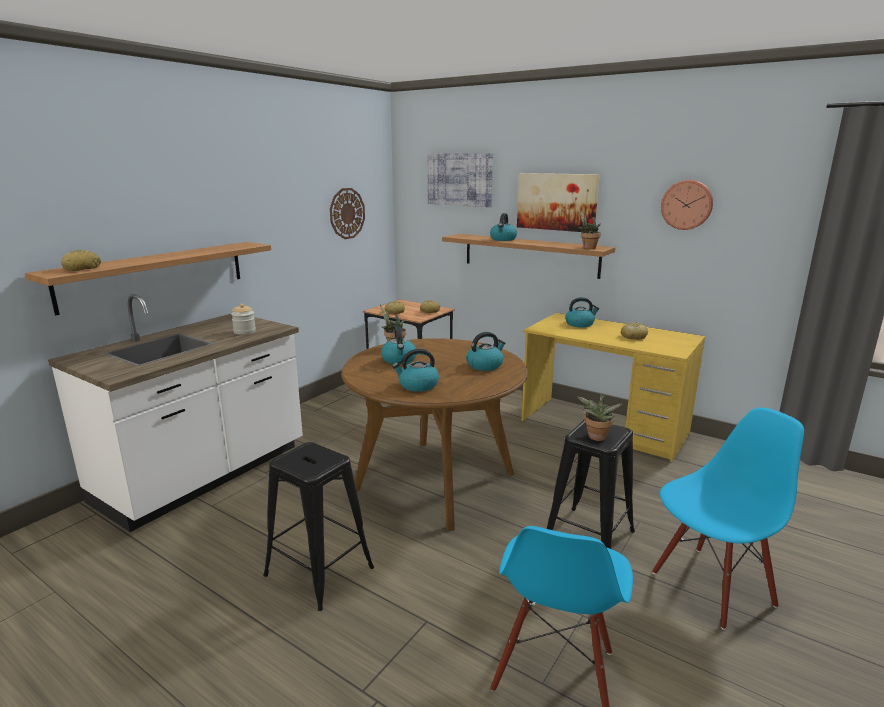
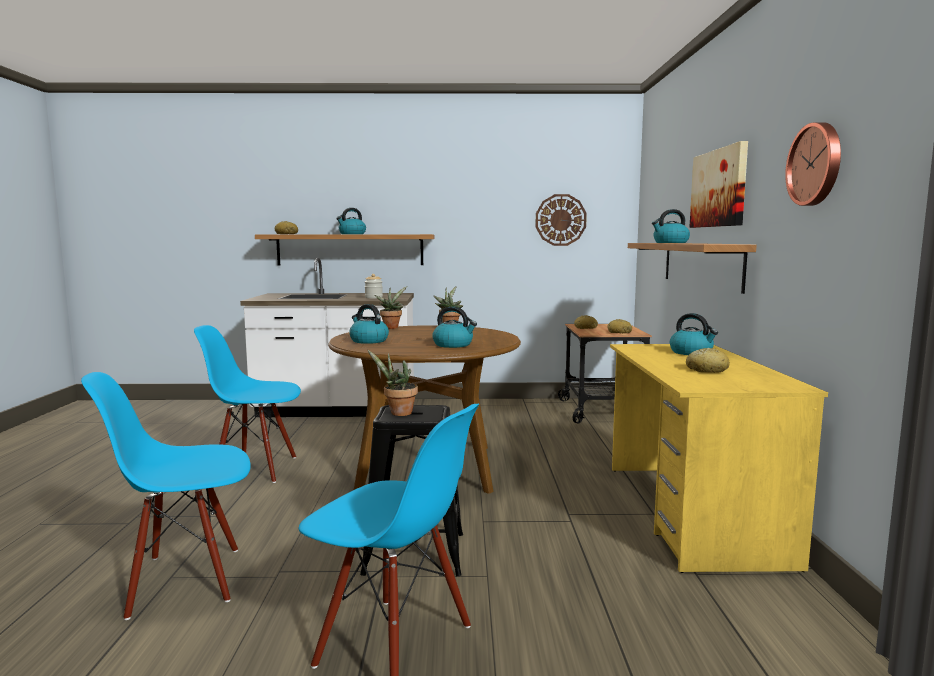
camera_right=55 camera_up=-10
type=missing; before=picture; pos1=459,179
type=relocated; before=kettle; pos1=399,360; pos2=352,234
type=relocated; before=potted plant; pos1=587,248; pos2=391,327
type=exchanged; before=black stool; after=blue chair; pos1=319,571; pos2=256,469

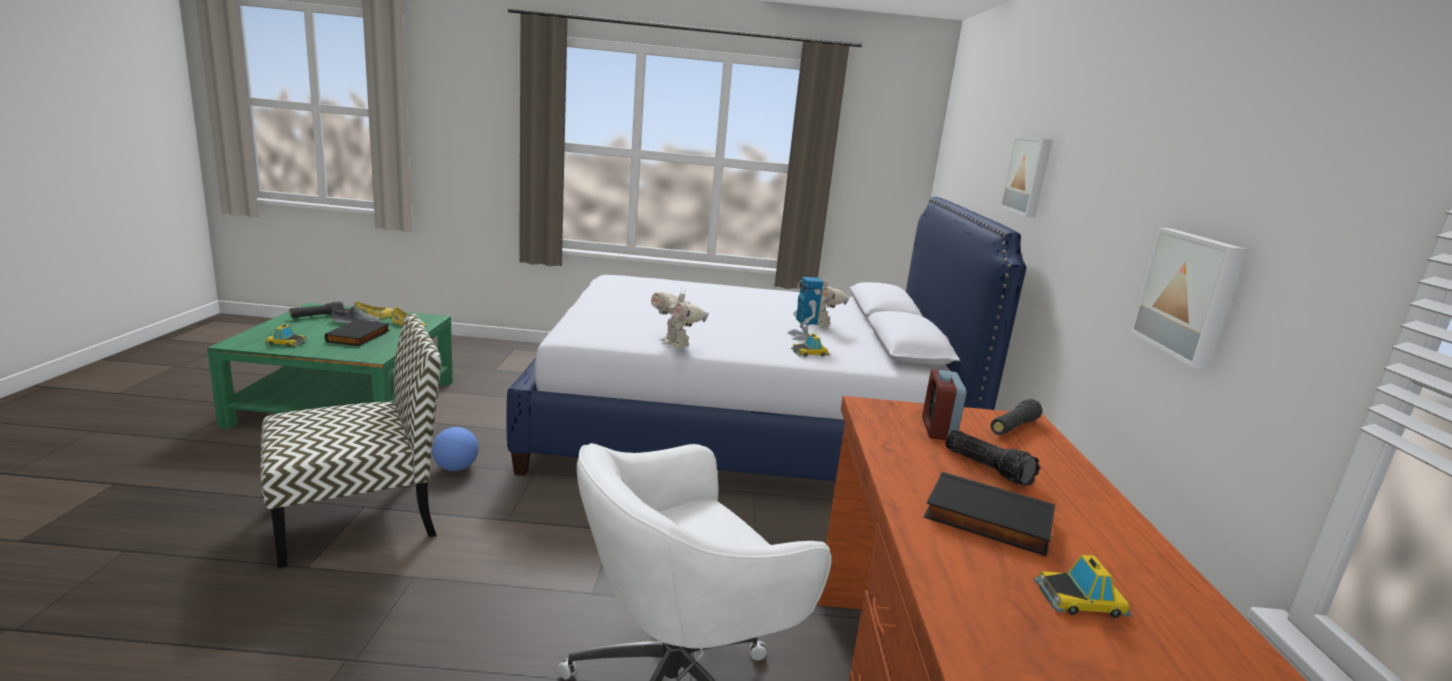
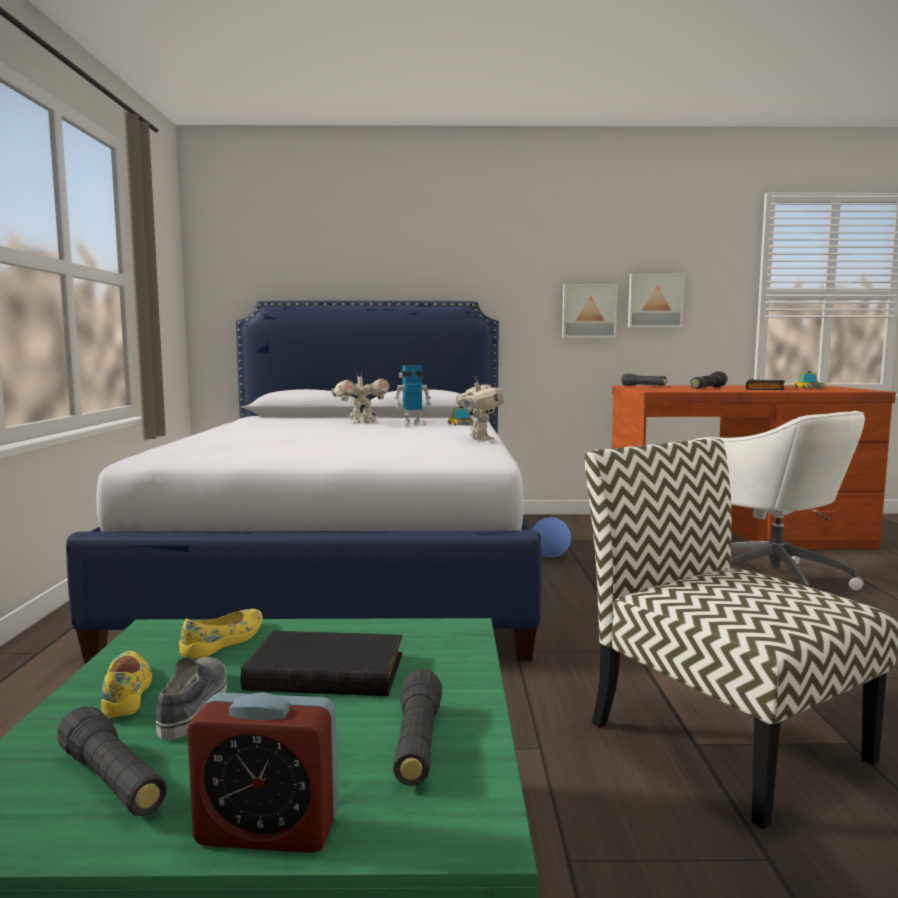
camera_right=-90 camera_up=-10
type=relocated; before=football; pos1=456,468; pos2=550,556
type=relocated; before=alarm clock; pos1=938,429; pos2=267,830
type=relocated; before=picture; pos1=1029,175; pos2=588,311
type=exchanged; before=toy car; after=black flashlight; pos1=286,342; pos2=417,744
type=spun; before=toy robot; pos1=676,344; pos2=479,439; turn=-60

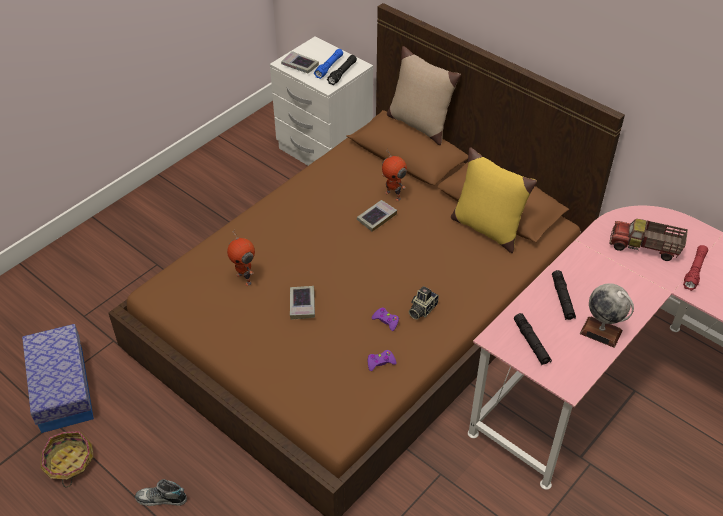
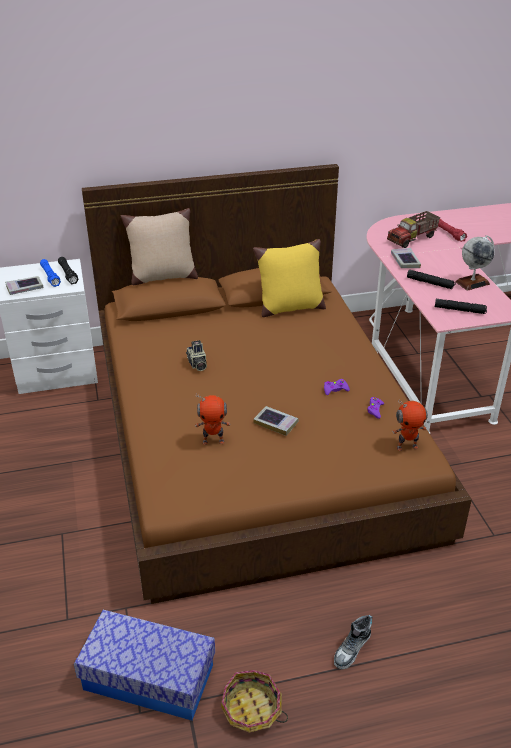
camera_right=-55 camera_up=-10
type=relocated; before=book; pos1=376,217; pos2=405,261
type=relocated; before=toy robot; pos1=393,195; pos2=407,446
type=relocated; before=photo camera; pos1=421,309; pos2=197,364

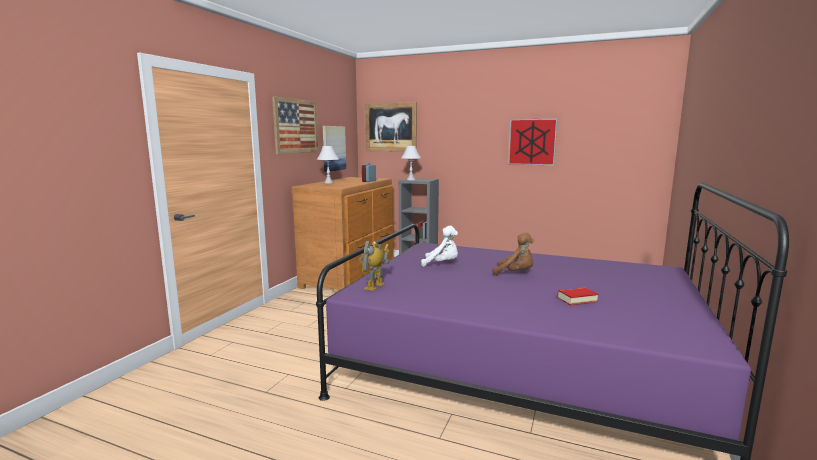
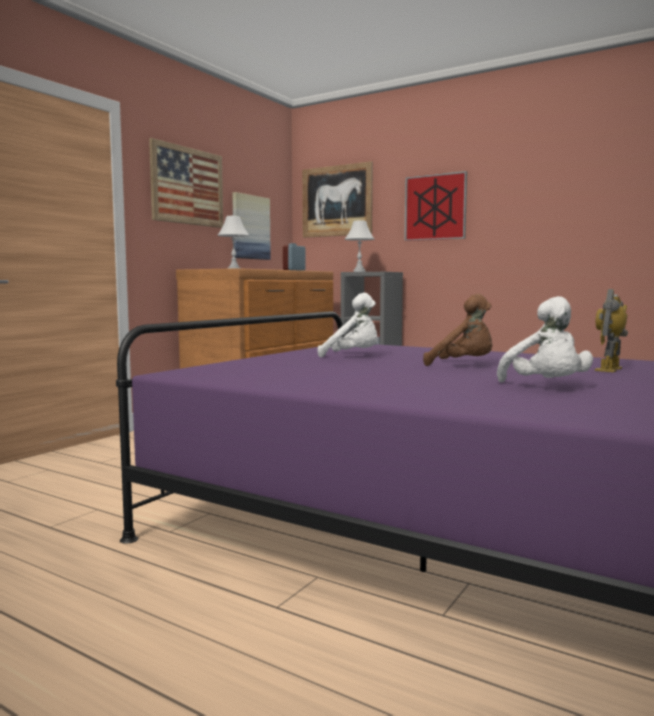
camera_right=10 camera_up=-5
type=relocated; before=toy robot; pos1=375,286; pos2=610,369
type=relocated; before=picture; pos1=532,142; pos2=435,207
type=exchanged; before=book; after=white plush toy; pos1=577,299; pos2=546,387

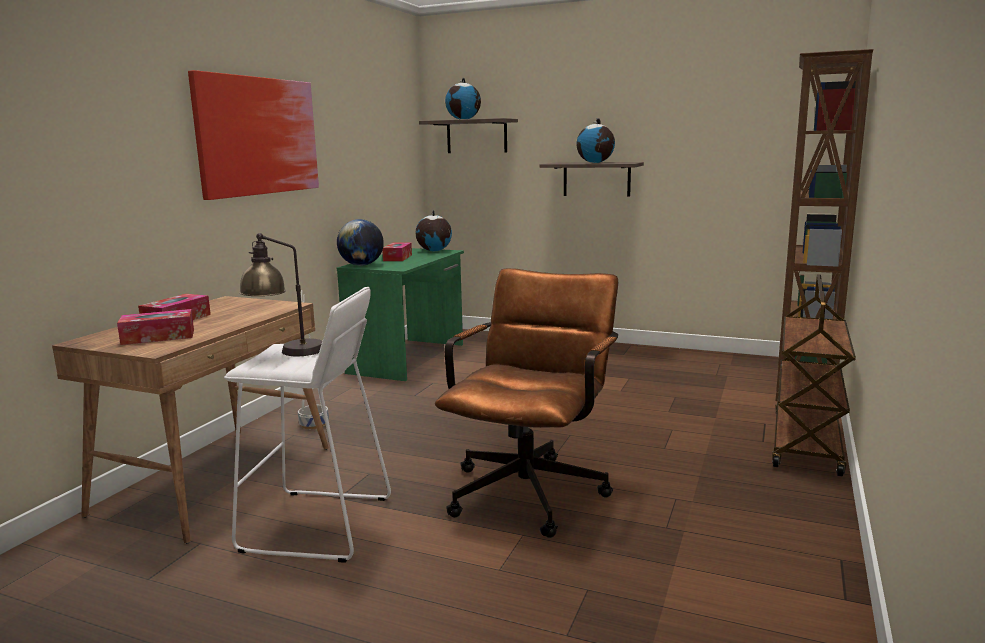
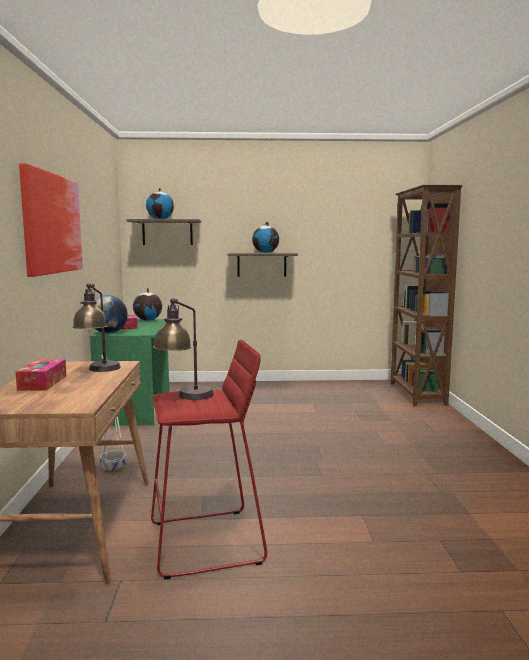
camera_right=-25 camera_up=-5
type=missing; before=tissue box; pos1=158,337
type=missing; before=brown office chair; pos1=532,487
type=missing; before=brown cart; pos1=807,444
type=appeared; after=table lamp; pos2=99,371
type=colour; before=white stool; after=red stool; pos1=317,525; pos2=206,542

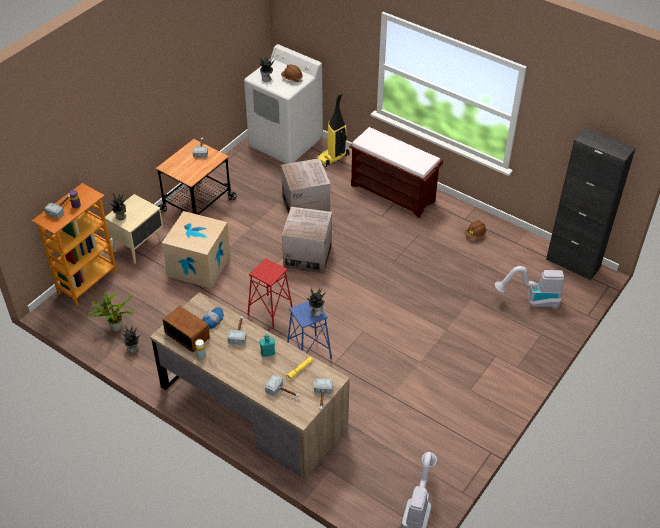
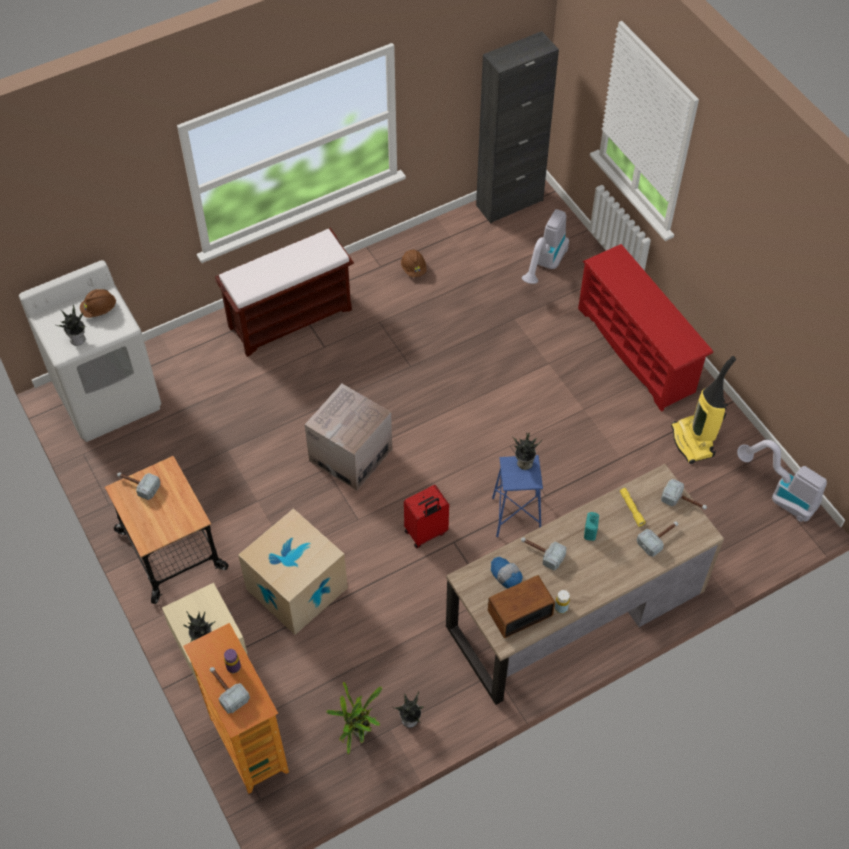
camera_right=-65 camera_up=10
type=missing; before=cardboard box; pos1=306,207
type=appeared; after=red shoe rack; pos2=637,350
type=relocated; before=vacuum cleaner; pos1=332,158; pos2=693,441
type=exchanged; before=red stool; after=red suitcase; pos1=270,311; pos2=426,533

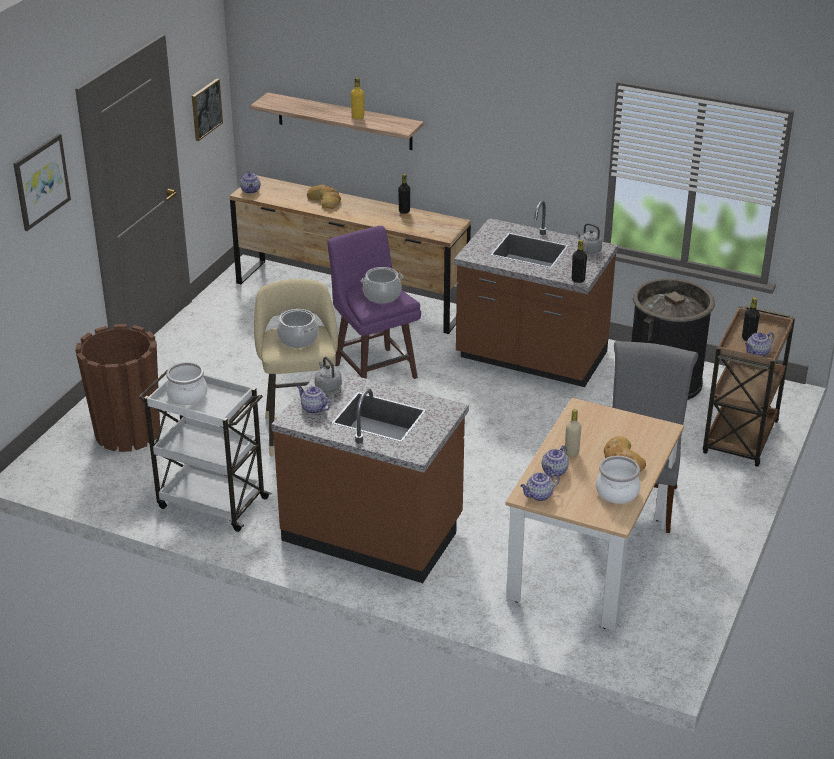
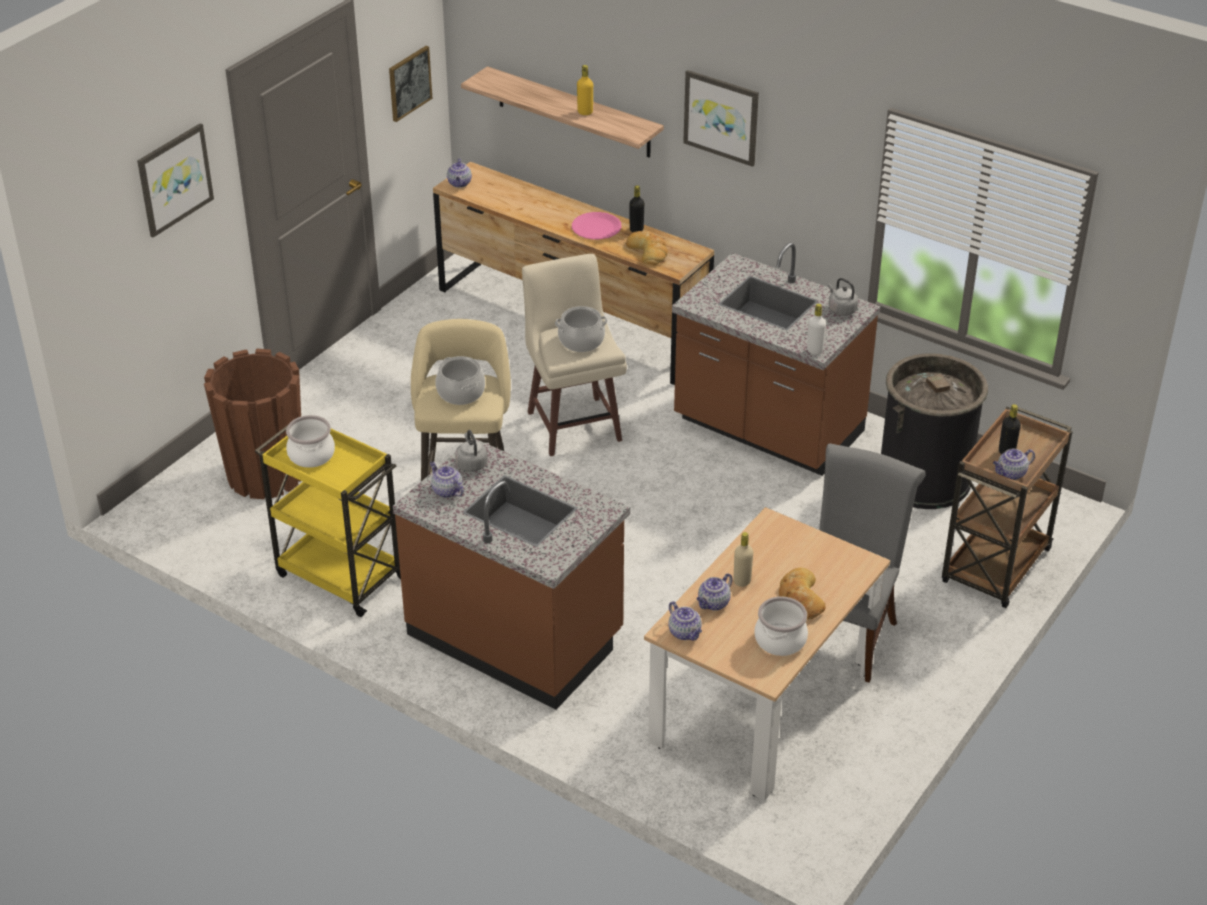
camera_right=10 camera_up=5
type=appeared; after=pink plate; pos2=596,227
type=appeared; after=picture; pos2=721,117
type=relocated; before=bread; pos1=325,200; pos2=648,251
type=colour; before=white cart; after=yellow cart; pos1=210,502; pos2=338,575
type=colour; before=purple stool; after=beige stool; pos1=375,369; pos2=574,424
type=colour; before=black bottle; after=white bottle; pos1=578,280; pos2=814,350
type=spun; before=teapot; pos1=539,495; pos2=685,633; turn=-105

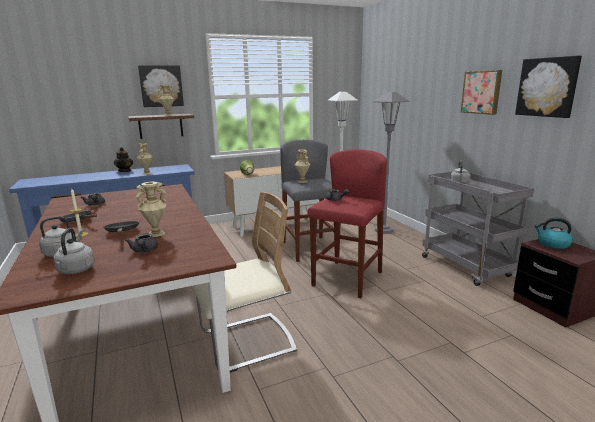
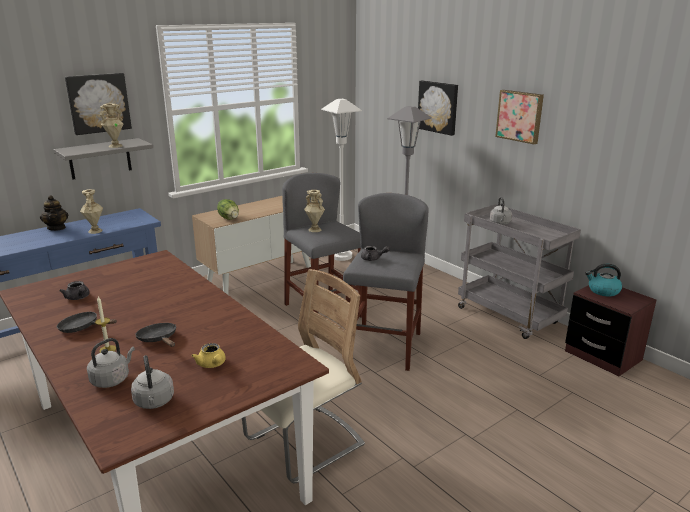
camera_right=-15 camera_up=5
type=missing; before=beige vase; pos1=156,234
type=relocated; before=picture; pos1=547,87; pos2=438,107
type=colour; before=grey teapot; after=yellow teapot; pos1=144,251; pos2=212,365
type=colour; before=brown shelf; after=grey shelf; pos1=160,126; pos2=100,159
type=colour; before=red stool; after=grey stool; pos1=347,278; pos2=384,347

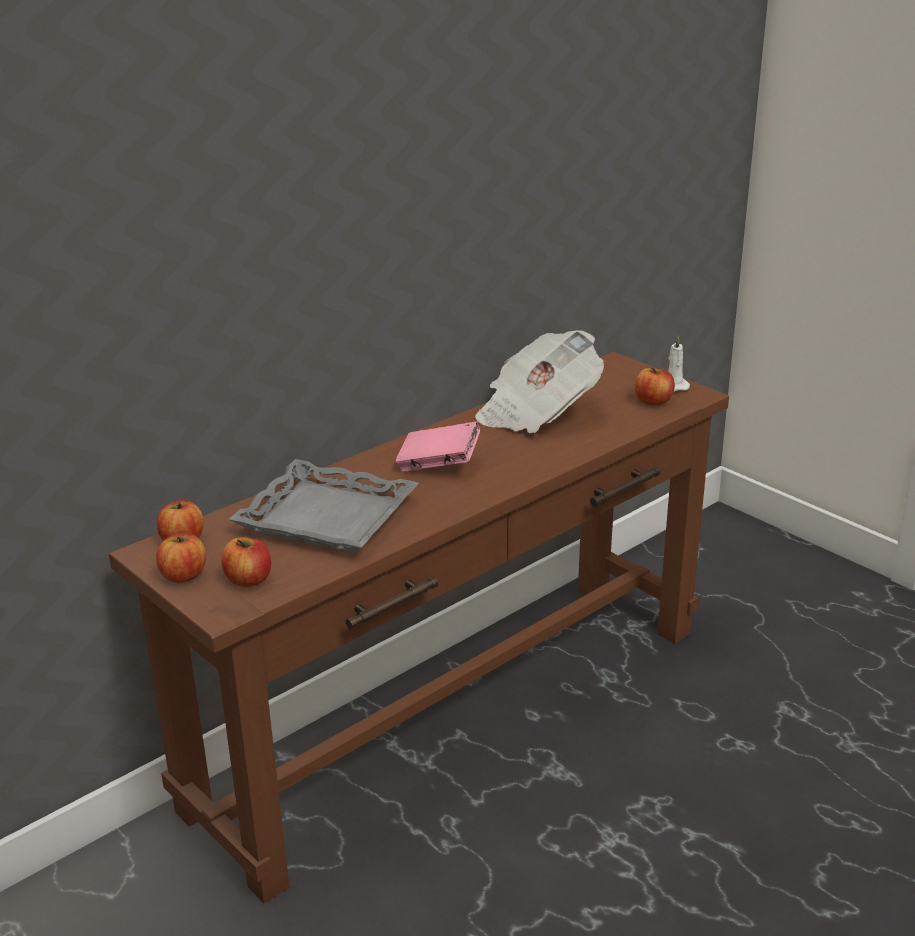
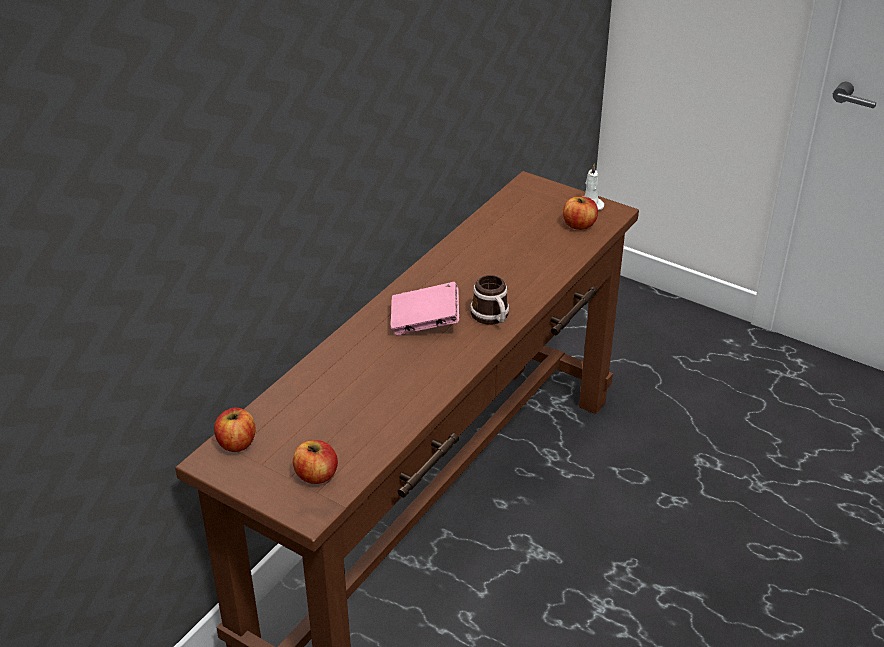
camera_right=-15 camera_up=10
type=missing; before=apple; pos1=183,575
type=missing; before=grey tray; pos1=326,518
type=missing; before=newspaper; pos1=536,413
type=appeared; after=mug; pos2=492,317

